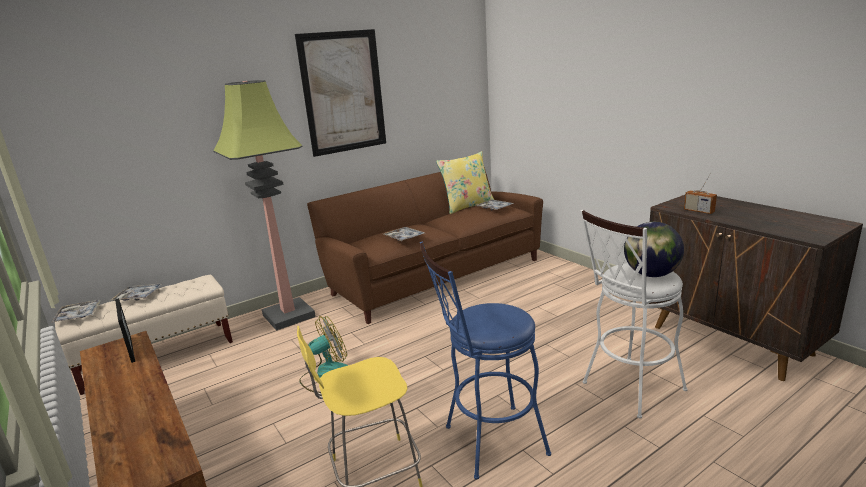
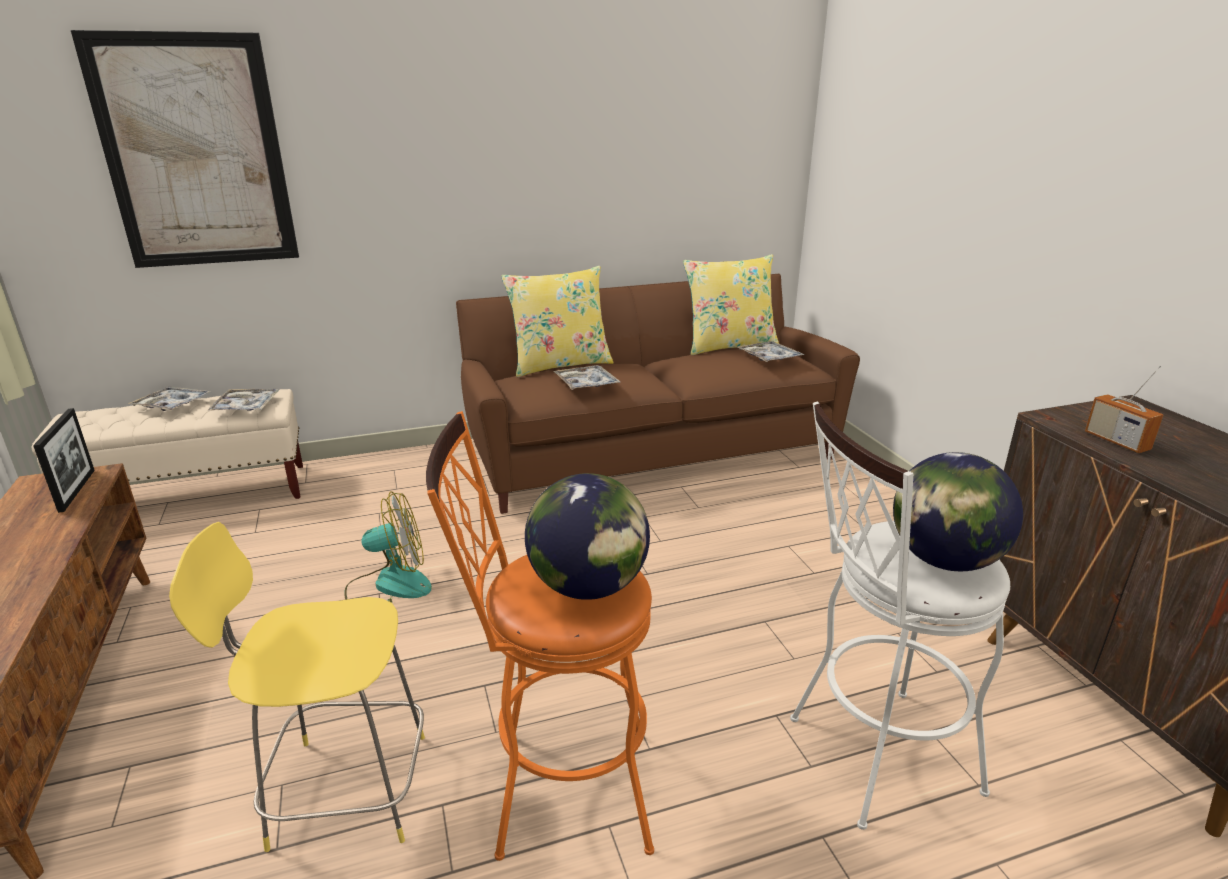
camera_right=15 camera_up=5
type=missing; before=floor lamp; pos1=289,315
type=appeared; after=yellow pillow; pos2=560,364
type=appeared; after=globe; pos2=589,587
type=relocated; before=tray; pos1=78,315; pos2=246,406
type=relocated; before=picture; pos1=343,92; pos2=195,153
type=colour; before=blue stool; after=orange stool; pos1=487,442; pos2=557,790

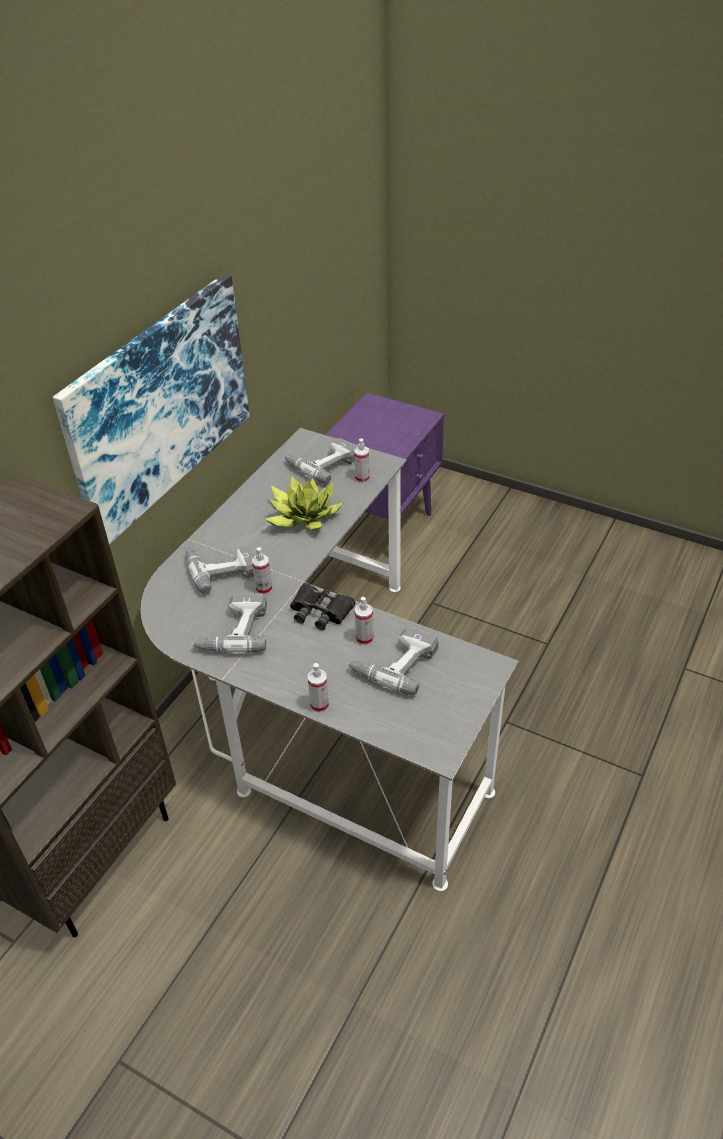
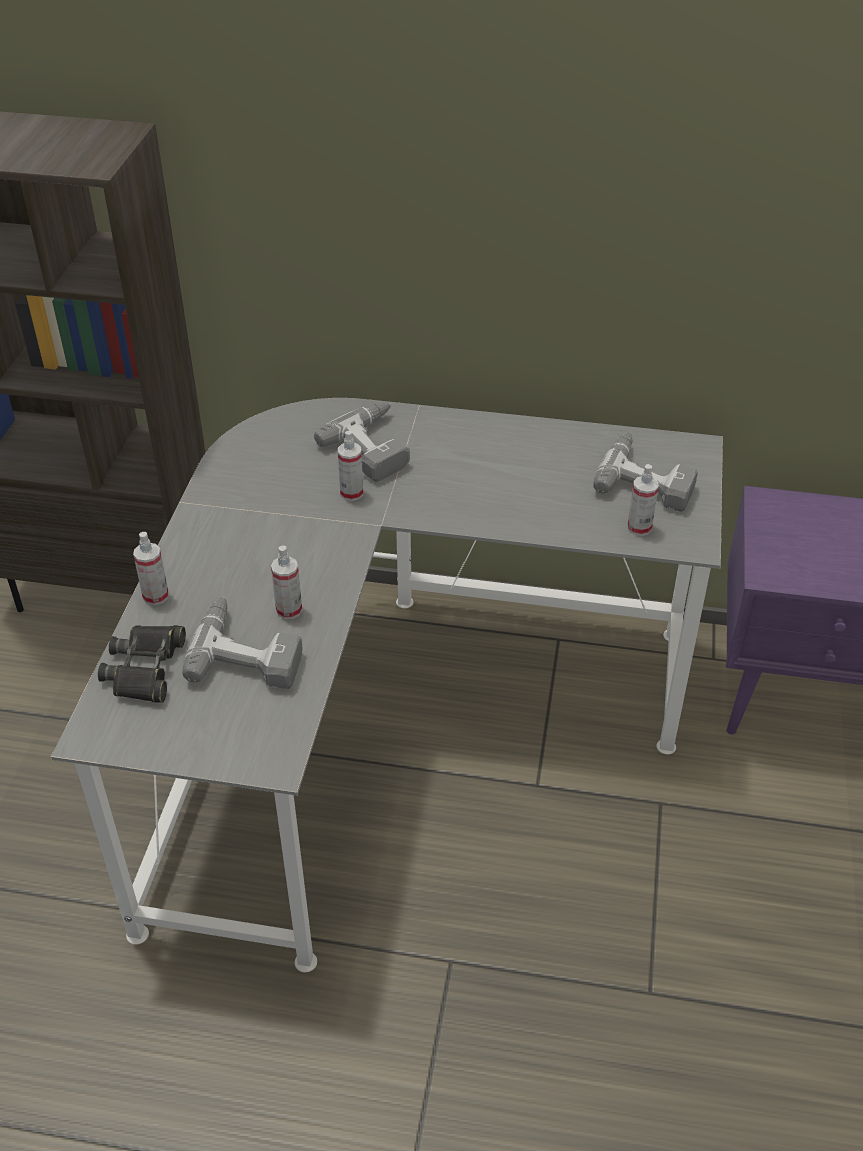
camera_right=70 camera_up=0
type=missing; before=picture; pos1=160,406
type=missing; before=power drill; pos1=233,631
type=missing; before=potted plant; pos1=302,517
type=relocated; before=black binoculars; pos1=320,611; pos2=145,669

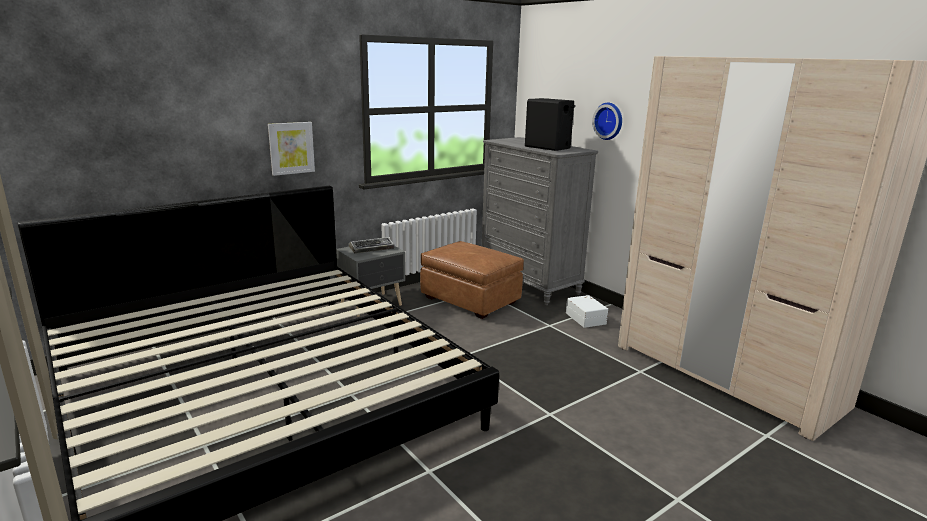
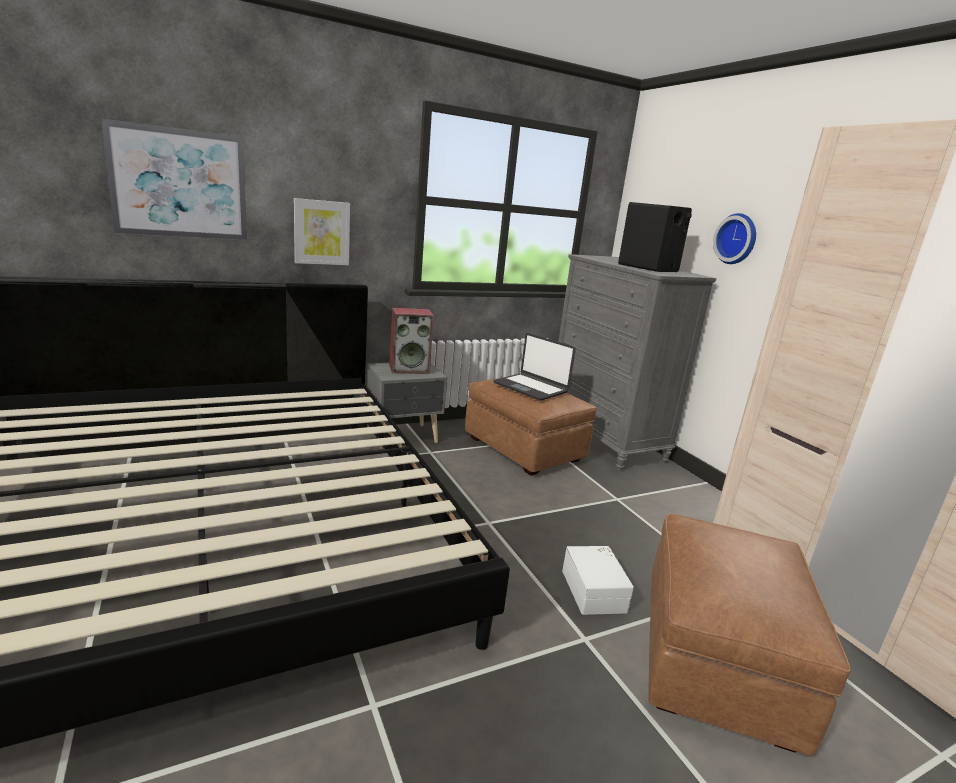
camera_right=10 camera_up=0
type=appeared; after=picture; pos2=179,184
type=appeared; after=laptop; pos2=531,387
type=appeared; after=brown ottoman; pos2=716,662
type=relocated; before=white storage box; pos1=586,318; pos2=595,590
type=exchanged; before=keyboard; after=speaker; pos1=372,248; pos2=409,368

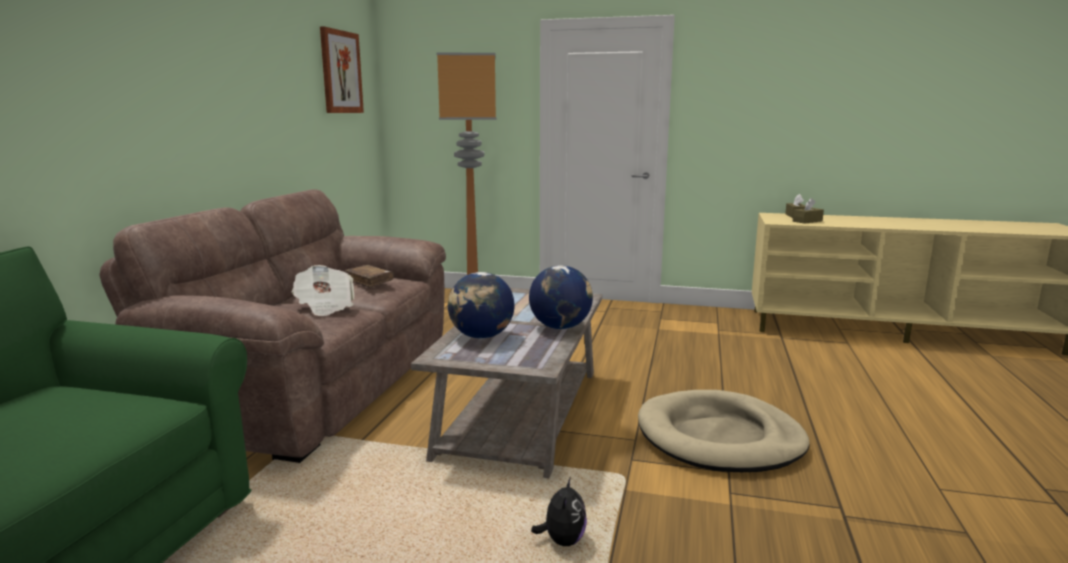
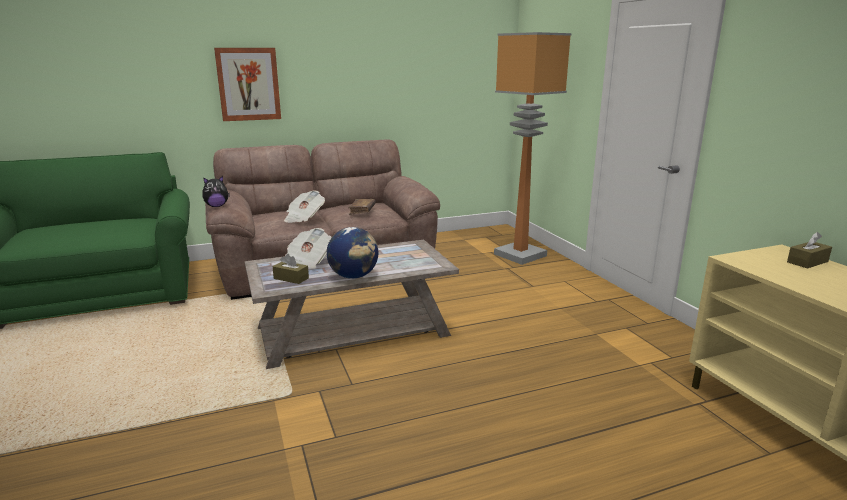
camera_right=55 camera_up=5
type=missing; before=beige dog bed; pos1=720,437
type=relocated; before=picture; pos1=341,72; pos2=248,84
type=relocated; before=plush toy; pos1=562,540; pos2=216,206
type=relocated; before=brown tissue box; pos1=807,221; pos2=291,278
type=exchanged; before=globe; after=newspaper; pos1=481,336; pos2=307,263

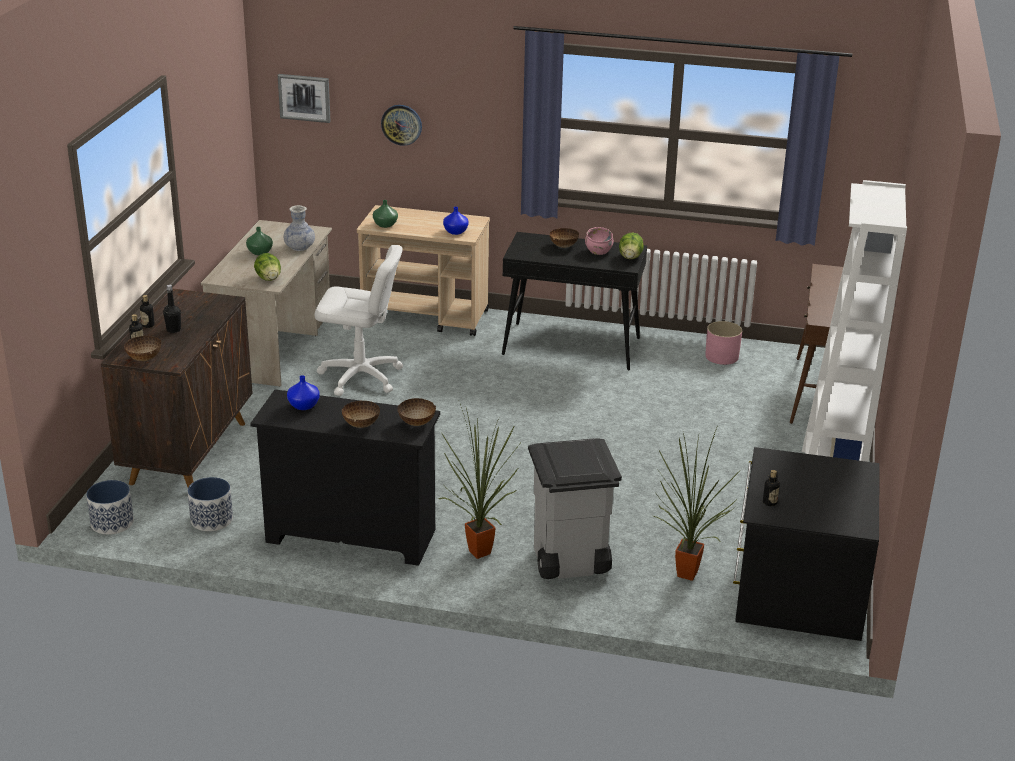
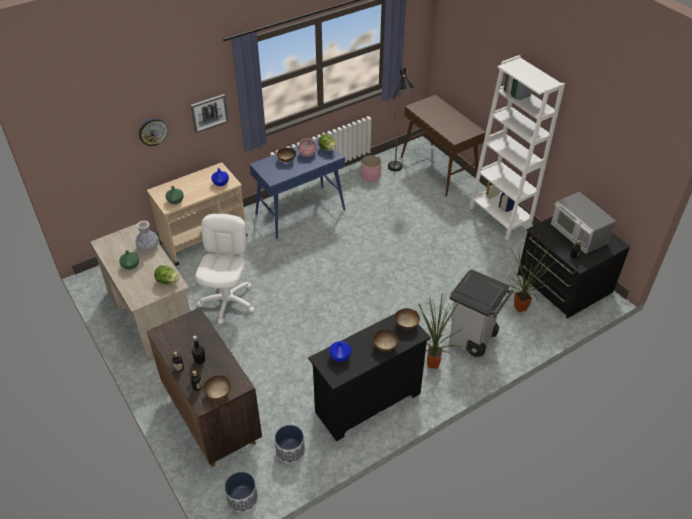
camera_right=-45 camera_up=15
type=appeared; after=black floor lamp; pos2=397,170
type=appeared; after=microwave; pos2=578,234
type=relocated; before=picture; pos1=304,97; pos2=209,113
type=colour; before=black console table; after=blue console table; pos1=572,346; pos2=300,212
type=spun; before=white office chair; pos1=361,377; pos2=228,301; turn=-45

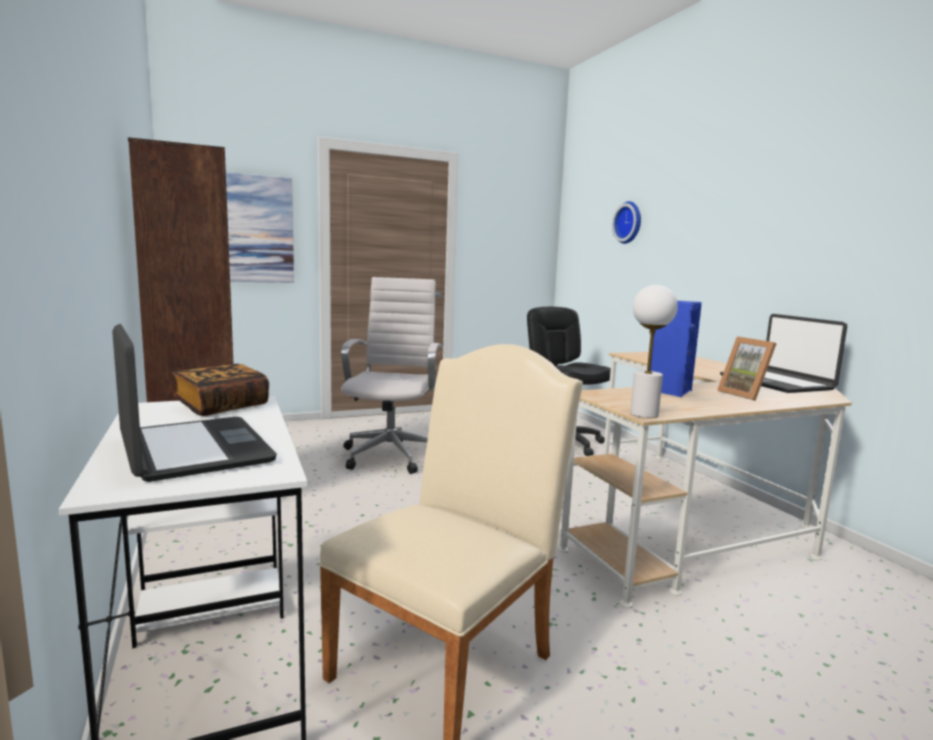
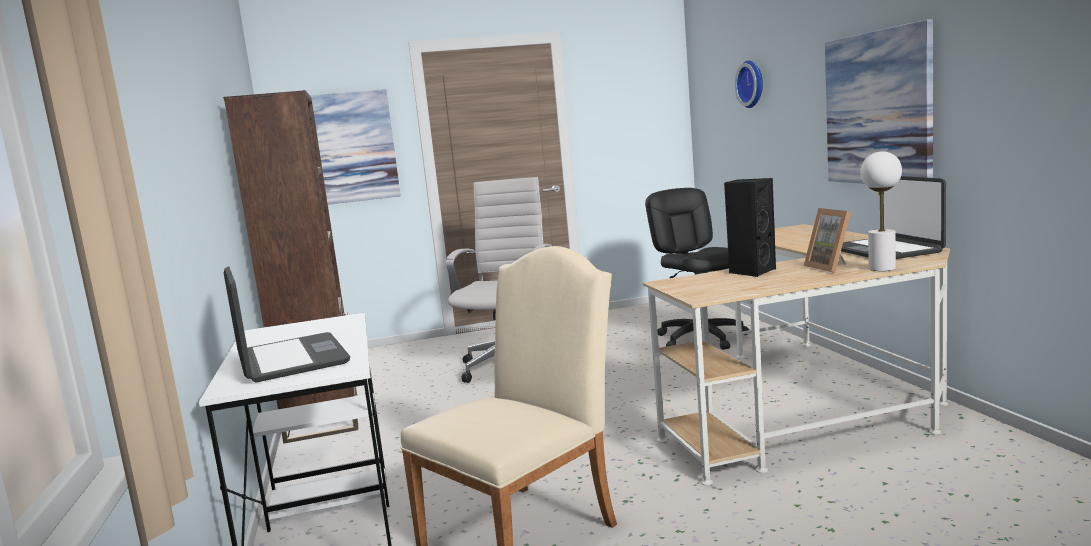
camera_right=10 camera_up=0
type=missing; before=book; pos1=222,406
type=appeared; after=picture; pos2=877,109
type=relocated; before=white table lamp; pos1=644,414; pos2=881,268
type=colour; before=blue speaker; after=black speaker; pos1=669,391; pos2=751,271

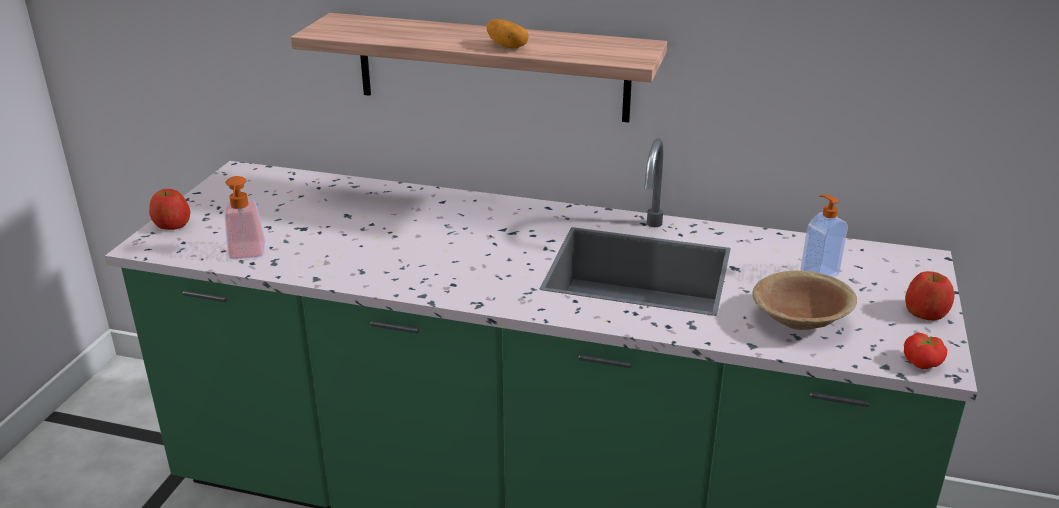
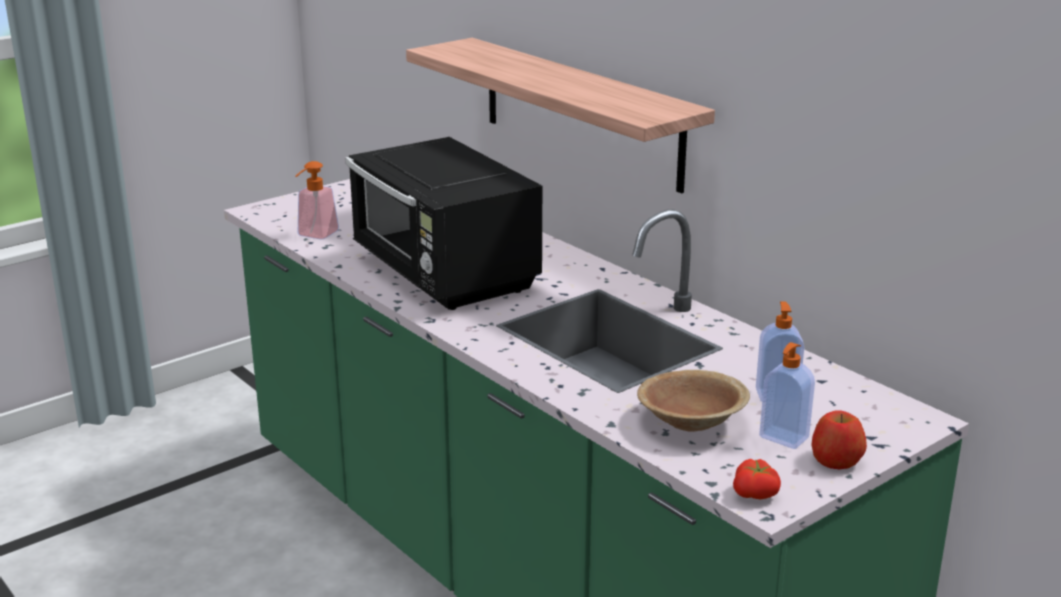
camera_right=35 camera_up=-5
type=missing; before=apple; pos1=172,224
type=missing; before=potato; pos1=507,46
type=appeared; after=black microwave; pos2=444,274
type=appeared; after=soap dispenser; pos2=783,438

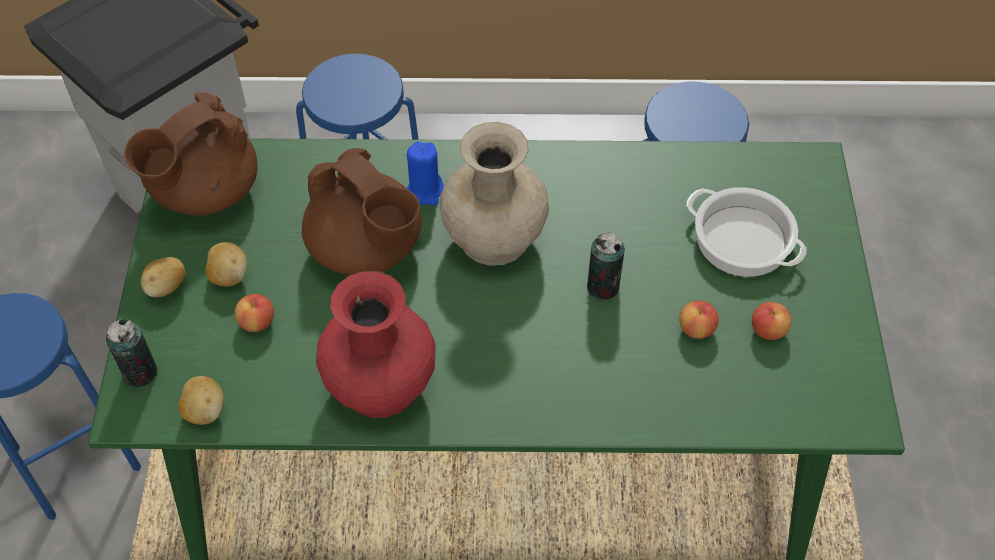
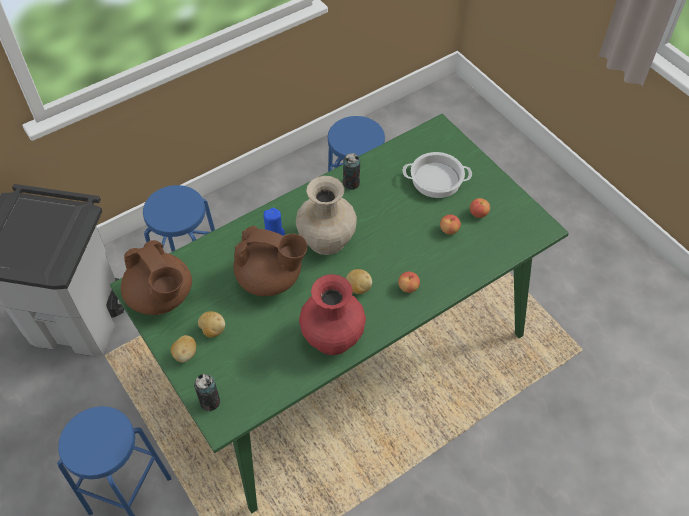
camera_right=-35 camera_up=0
type=relocated; before=potato; pos1=204,411; pos2=358,287
type=relocated; before=apple; pos1=257,322; pos2=408,287
type=relocated; before=can; pos1=603,287; pos2=351,183
type=spun; before=brown teapot; pos1=204,192; pos2=161,297; turn=-45

